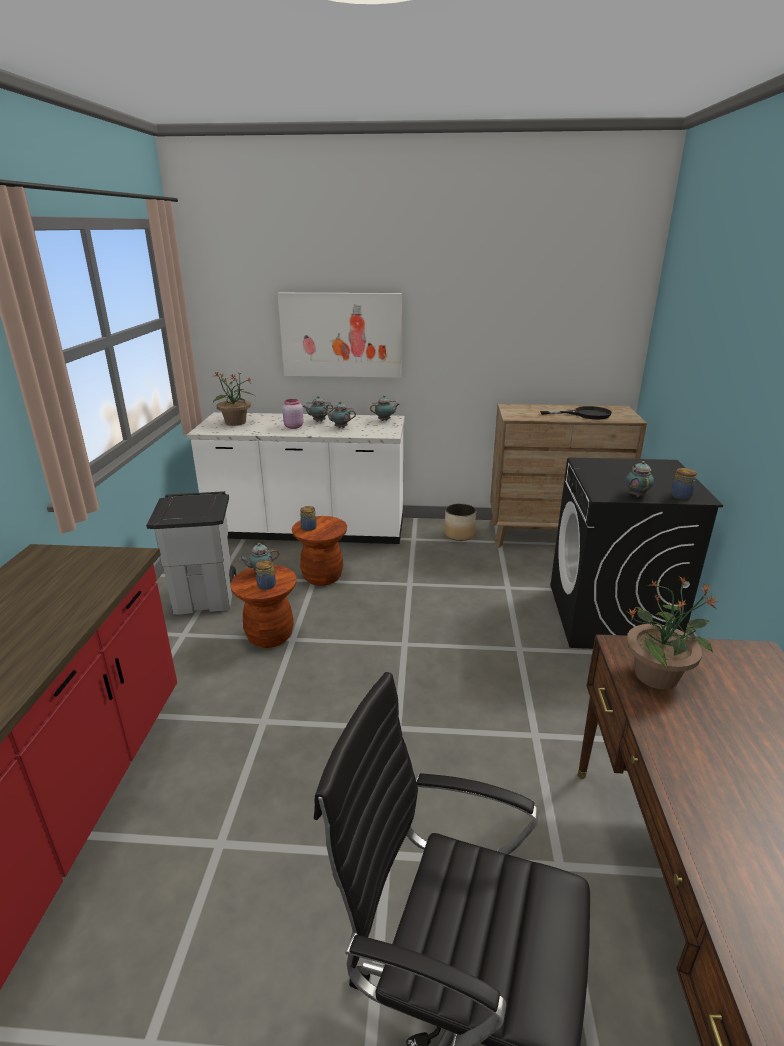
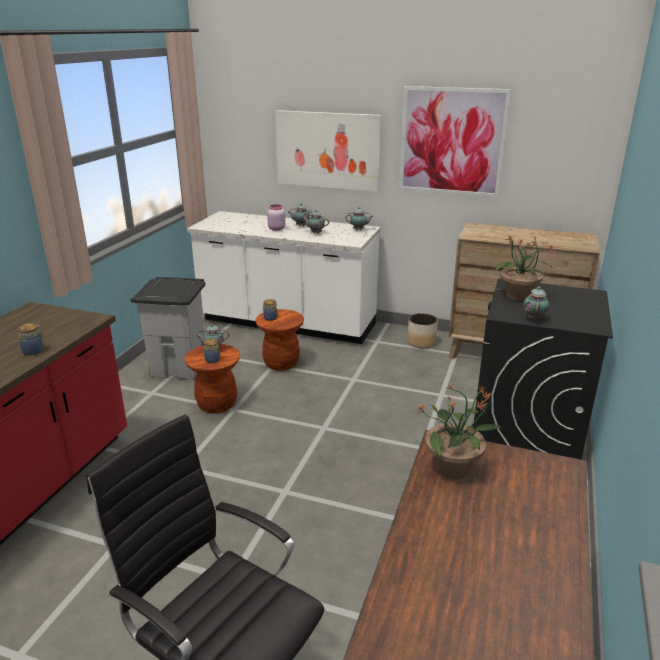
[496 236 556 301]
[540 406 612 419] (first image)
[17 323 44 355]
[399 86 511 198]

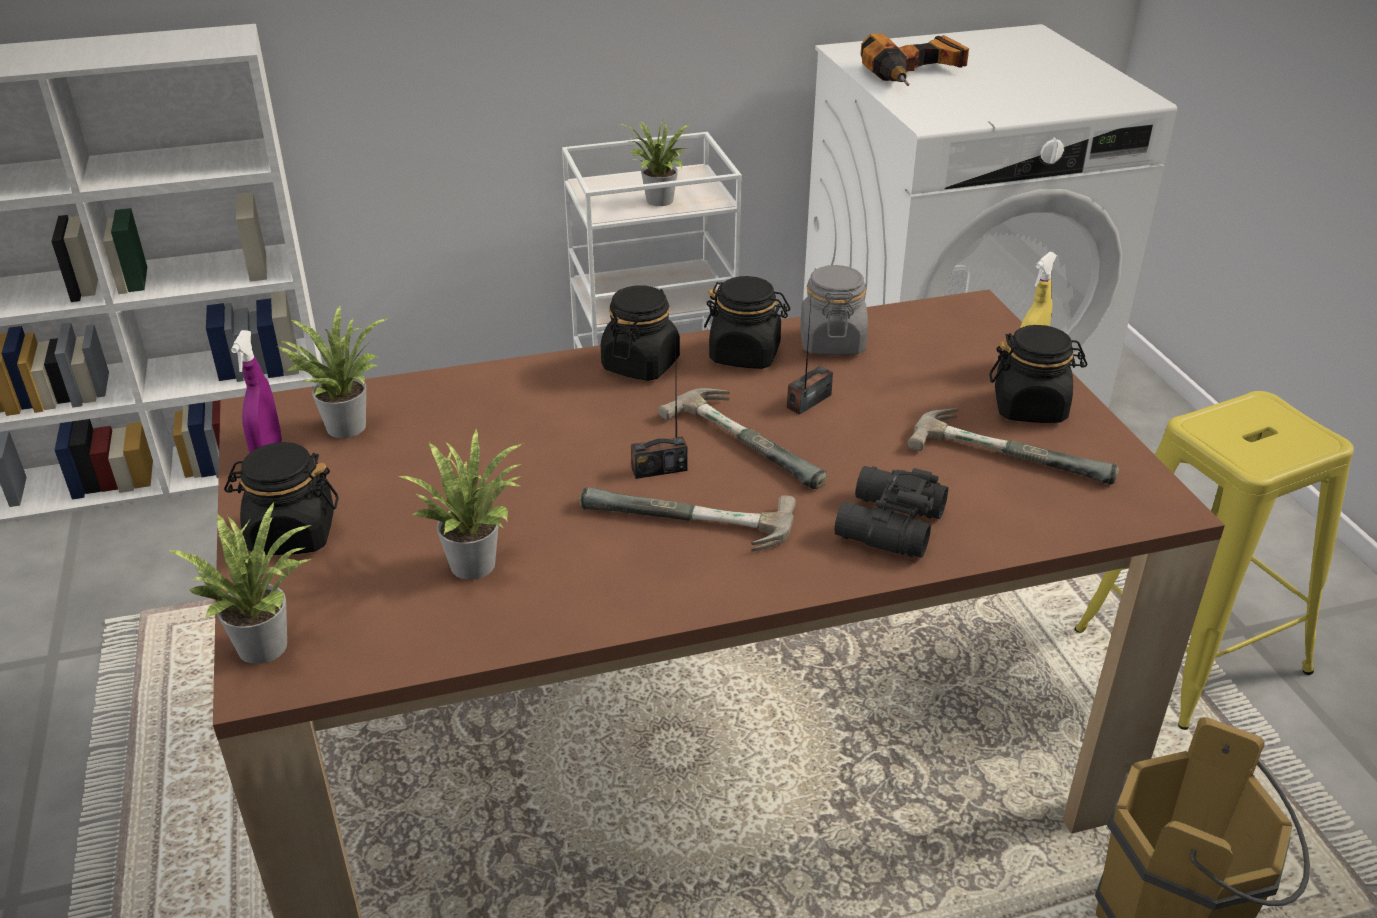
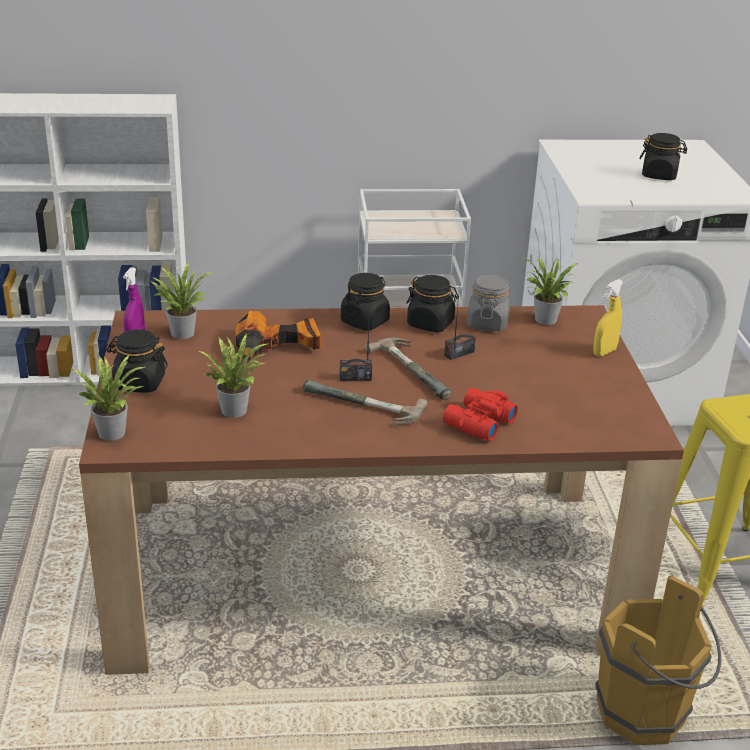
[521 257 578 325]
[443 388 518 441]
[235 311 321 367]
[908 409 1119 485] (first image)
[640 133 687 180]

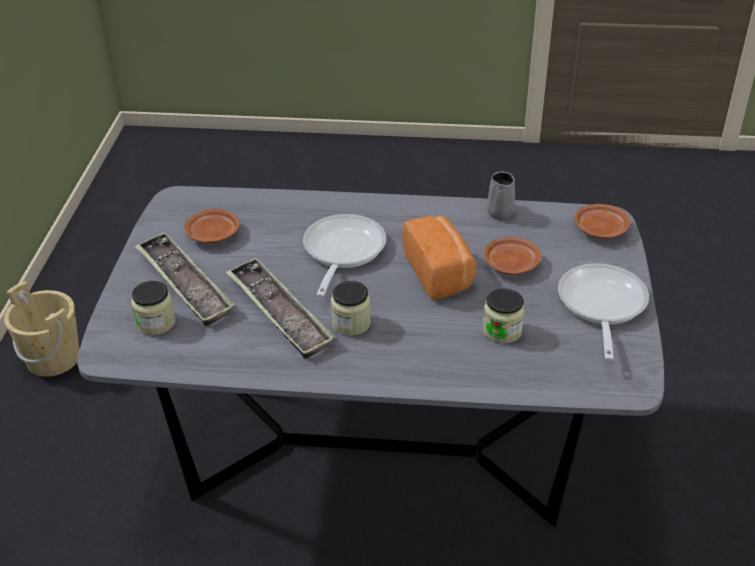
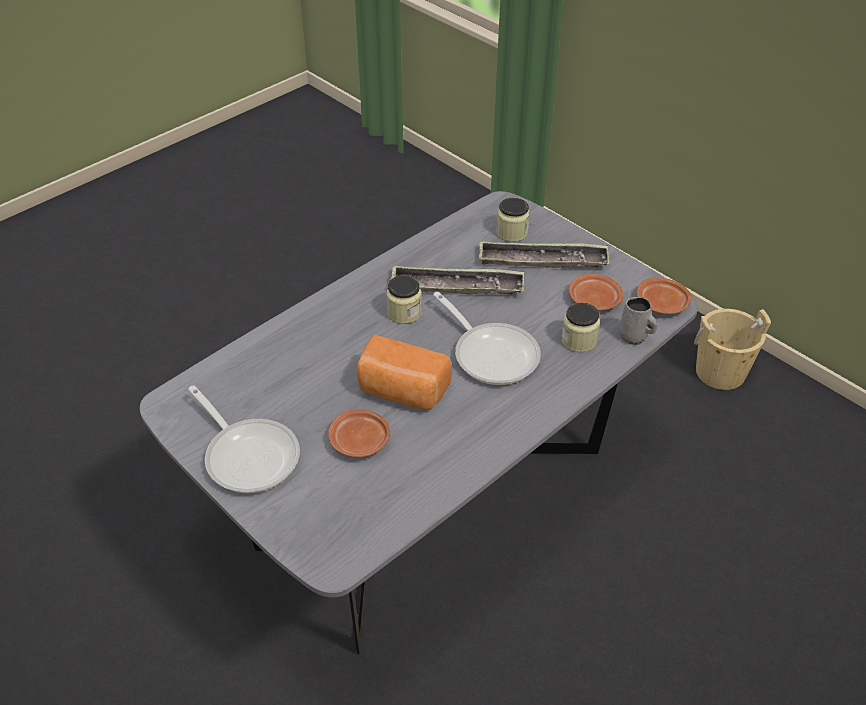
[561 303 600 352]
[619 297 658 345]
[637 278 691 314]

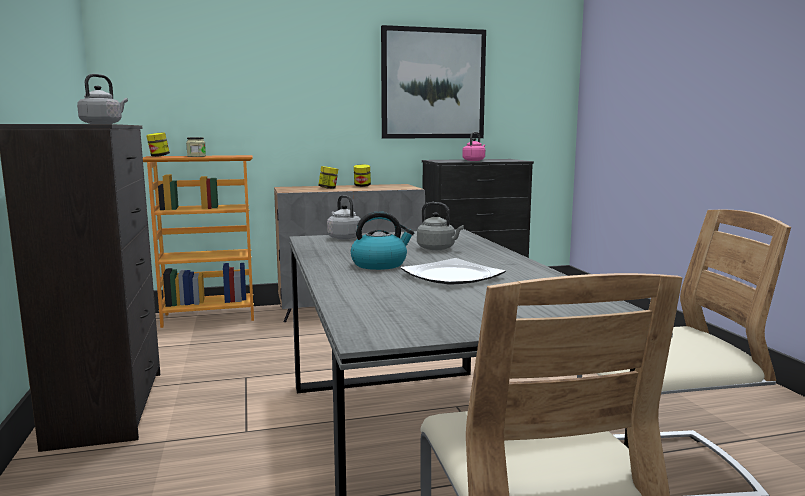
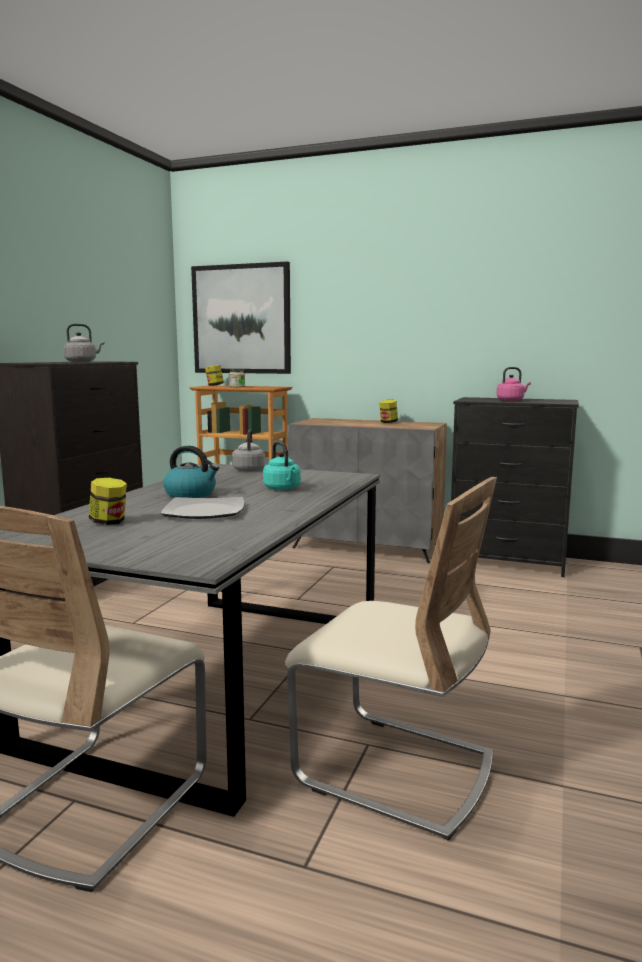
[89 478 127 525]
[191 261 291 374]
[263 441 301 490]

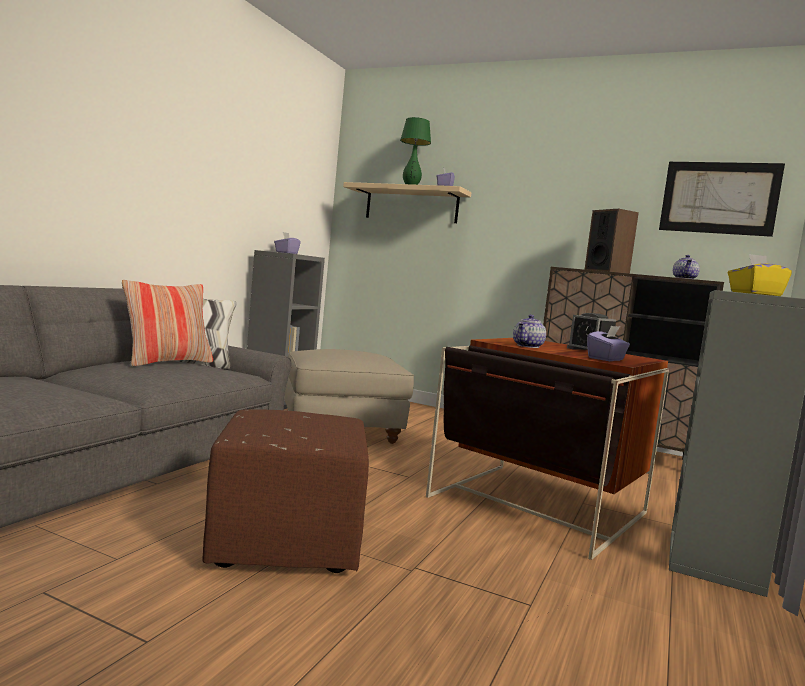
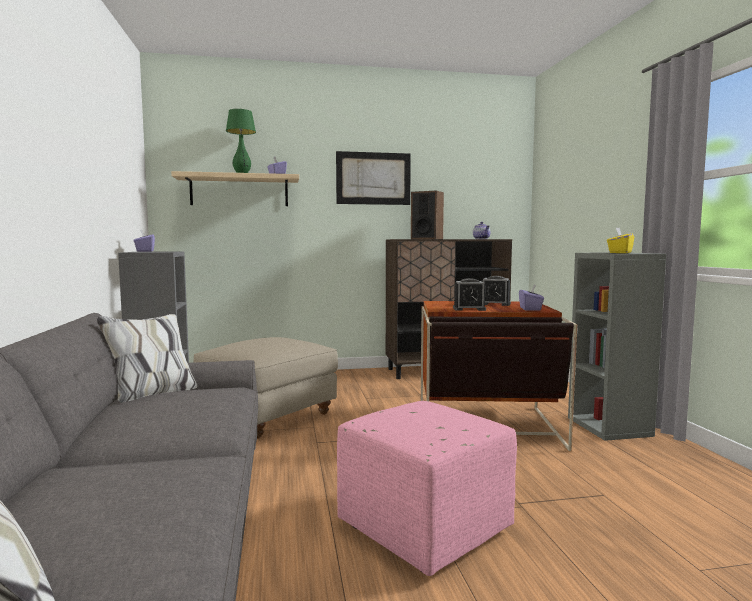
[122 280 213 367] (first image)
[337 401 517 576]
[453 278 486 311]
[336 151 411 205]

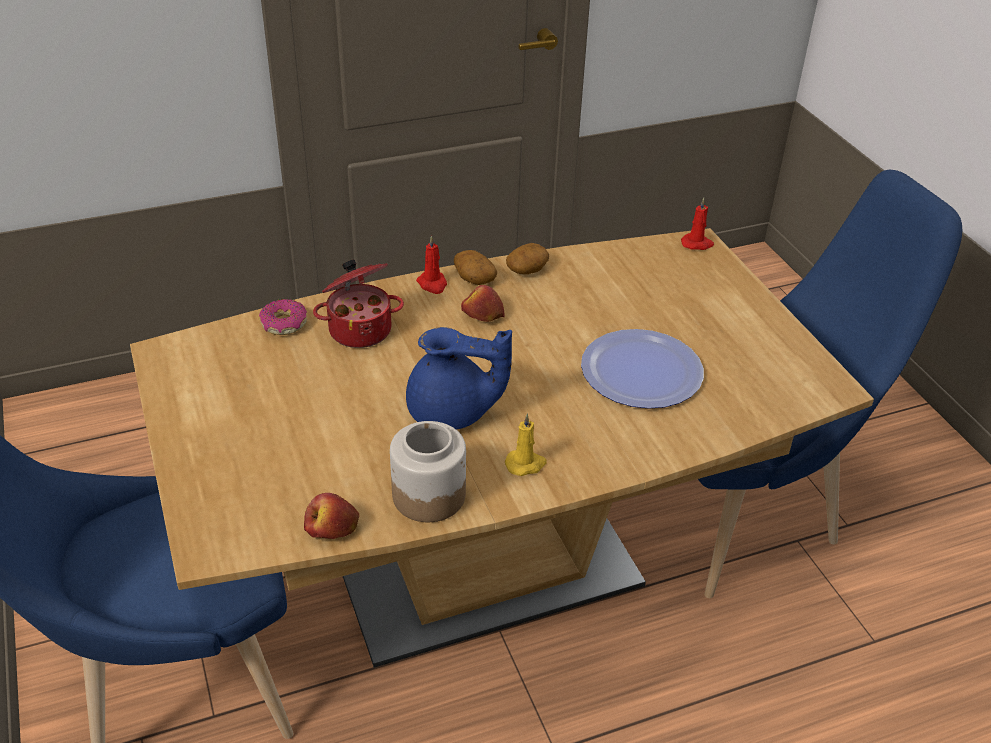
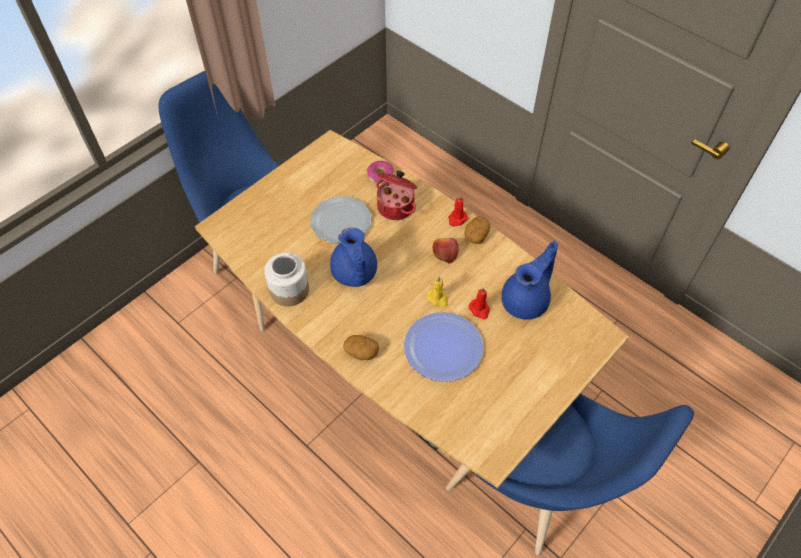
[304 493 359 539] (first image)
[427 276 448 307]
[343 335 379 360]
[469 288 490 319]
[310 196 371 243]
[501 241 558 320]

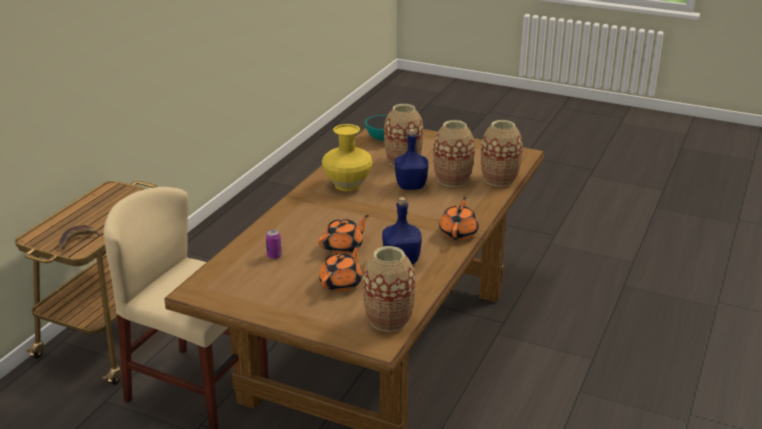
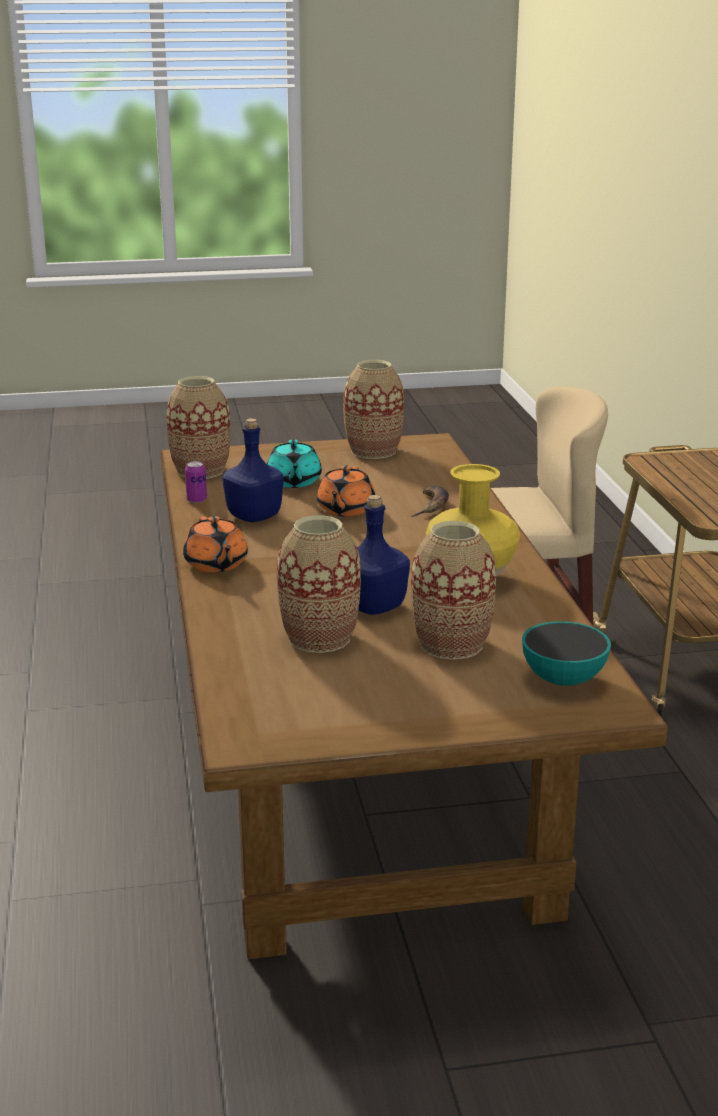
[412 486 449 517]
[185 461 207 503]
[267 439 322 488]
[343 360 404 459]

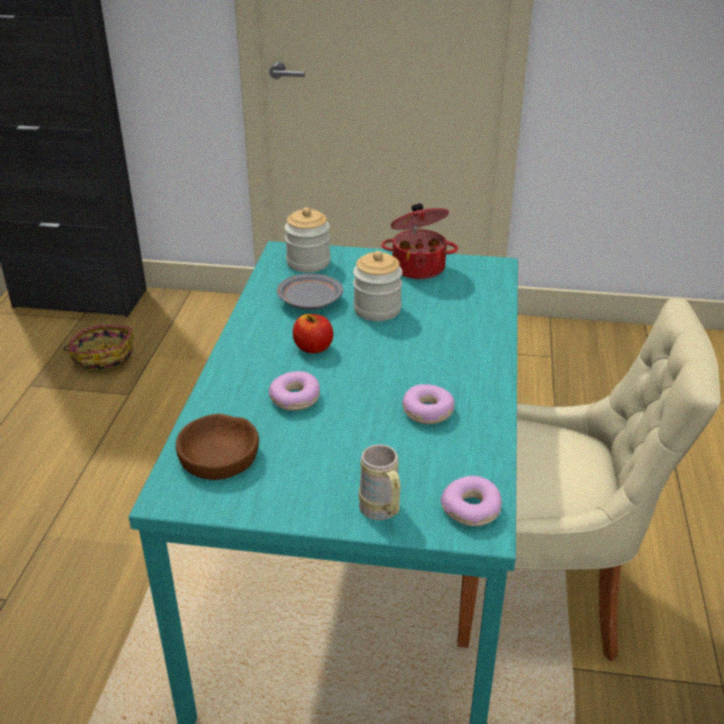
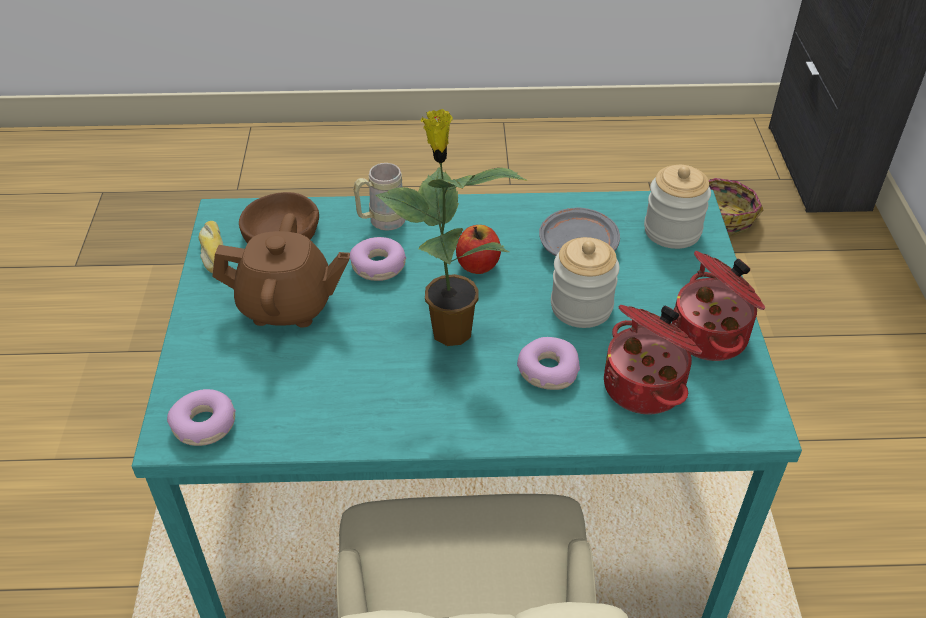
[353 163 405 231]
[517 337 580 390]
[199 221 223 274]
[212 213 350 328]
[376 109 528 346]
[604 305 702 415]

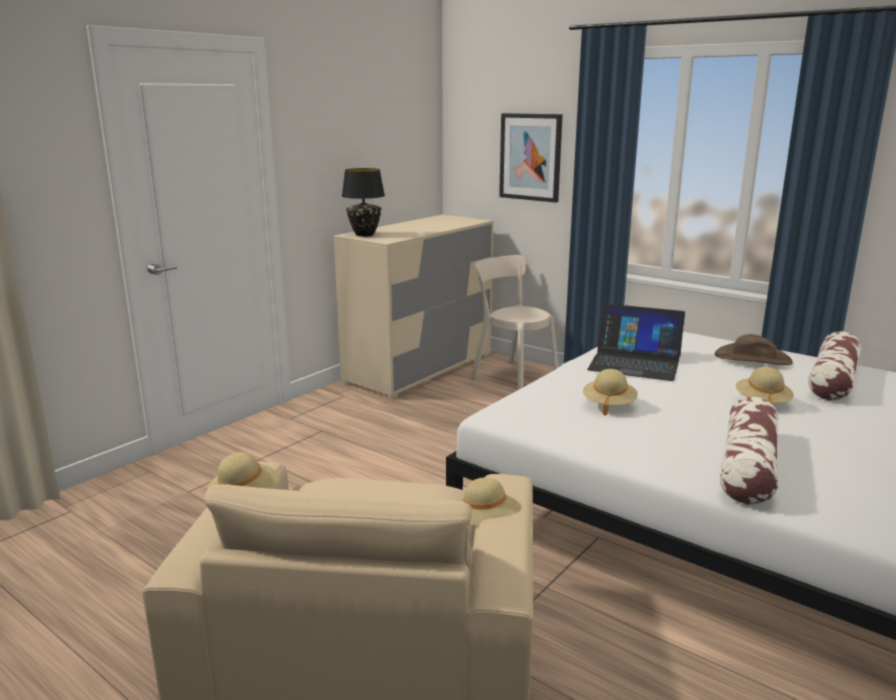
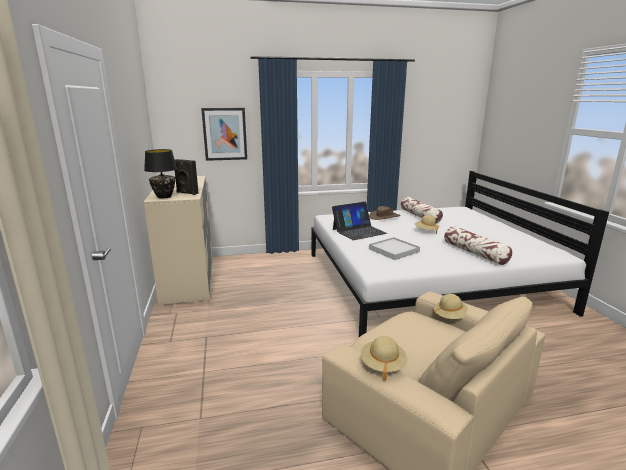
[471 255 559 390] (first image)
[369 237 420 260]
[175 159 198 195]

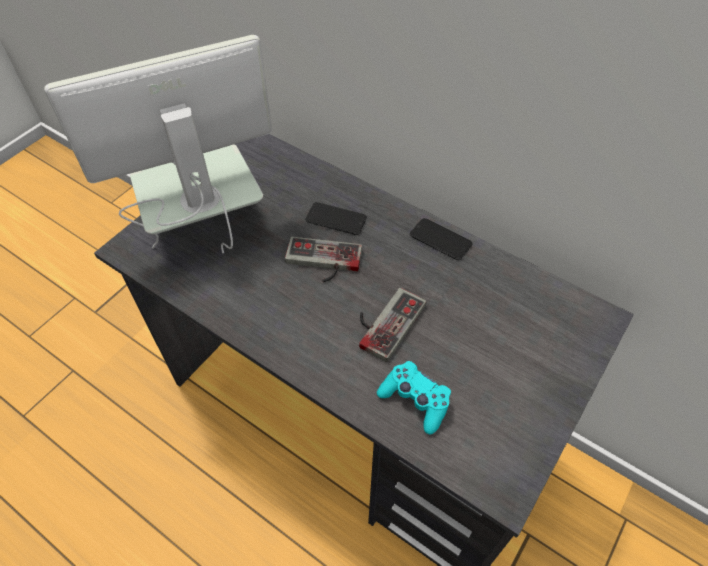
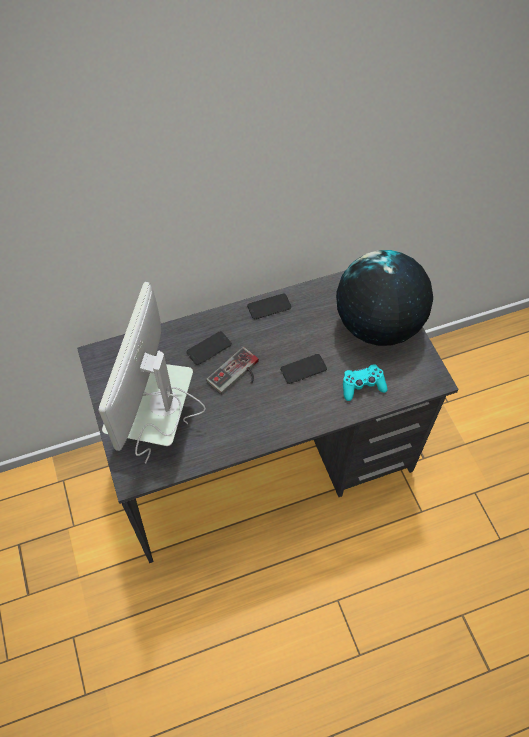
[280 354 327 384]
[336 250 433 346]

